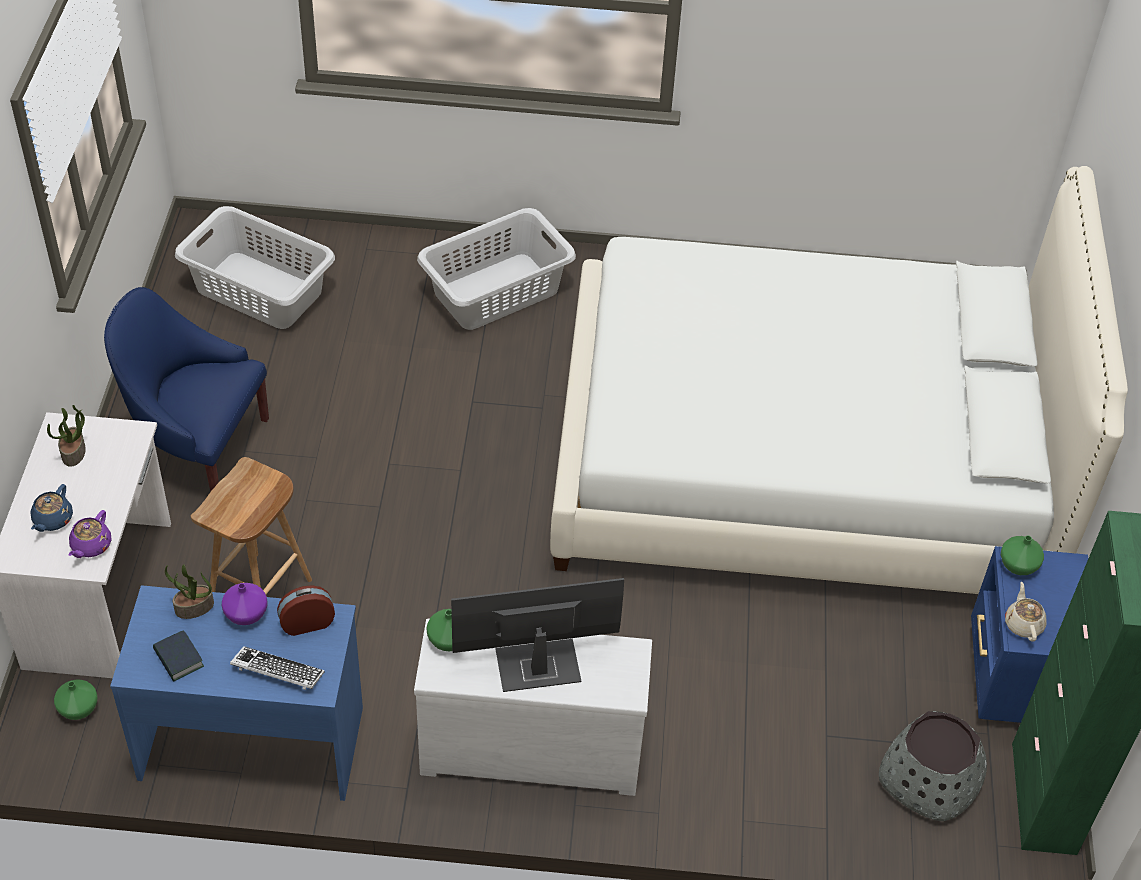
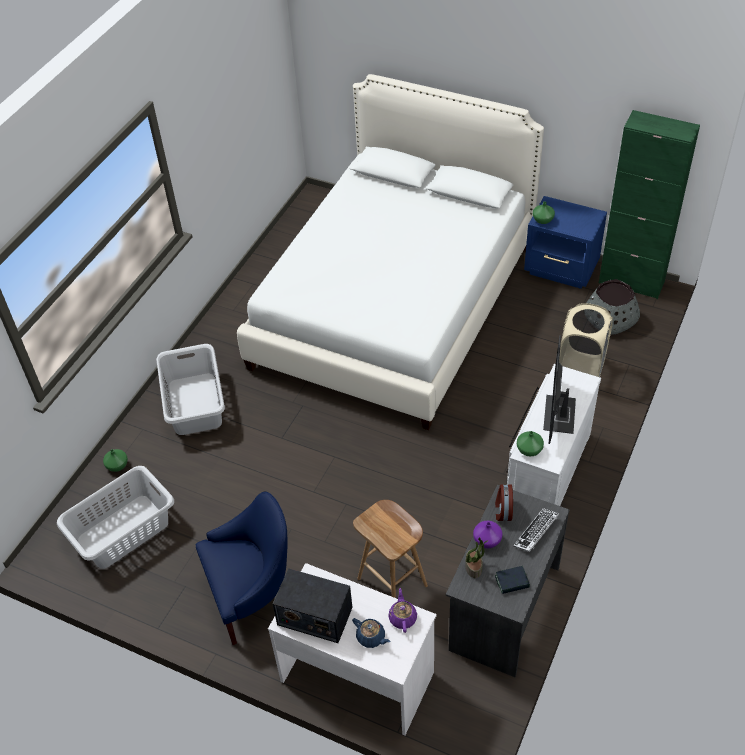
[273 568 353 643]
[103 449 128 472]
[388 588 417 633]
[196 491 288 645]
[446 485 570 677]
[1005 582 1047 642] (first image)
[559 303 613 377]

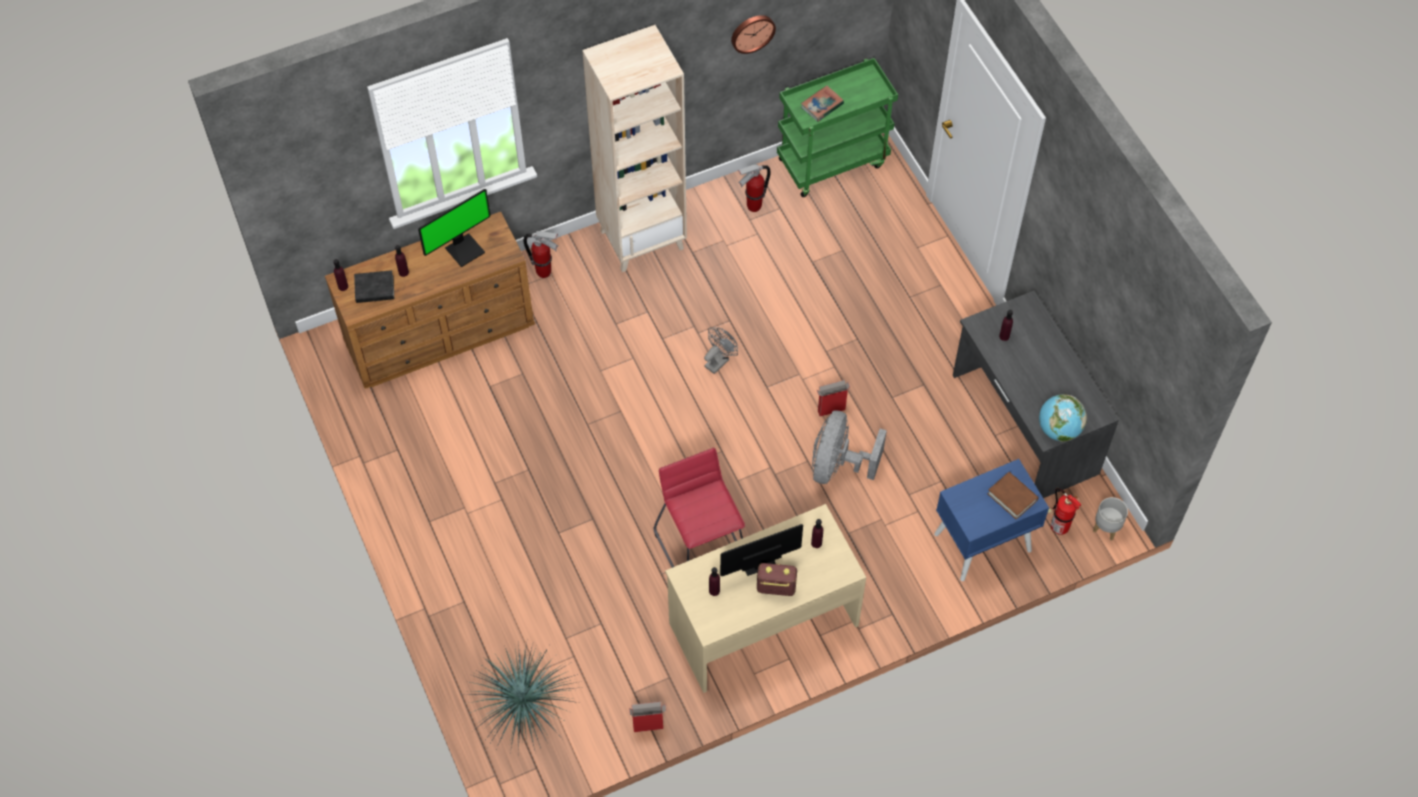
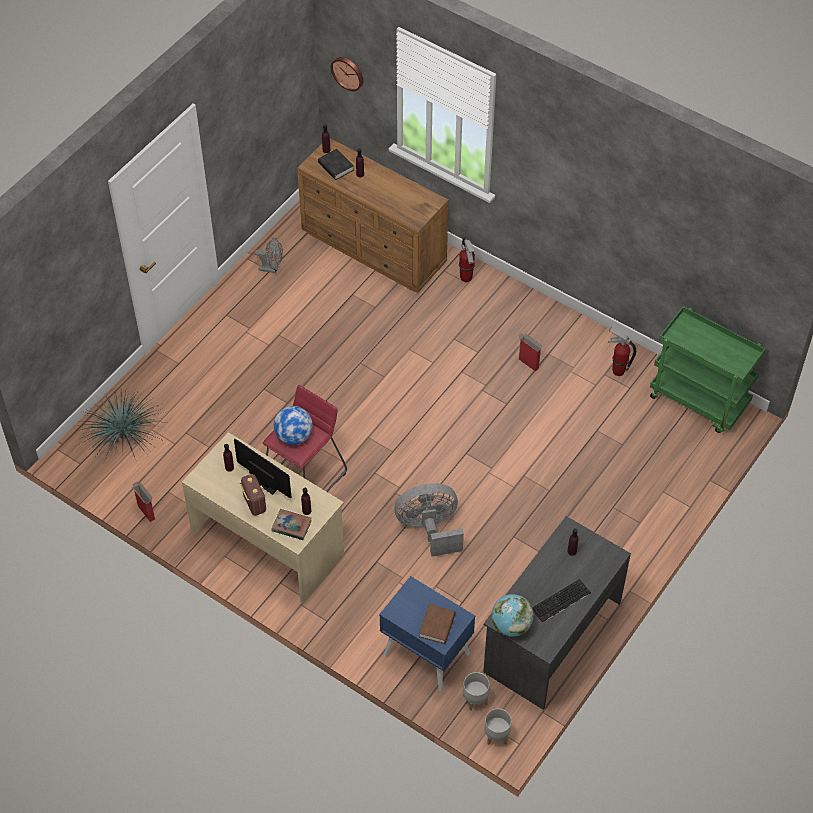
[418 189 491 267] (first image)
[582 25 687 272] (first image)
[254 238 283 273]
[331 57 363 91]
[271 509 312 540]
[519 333 543 371]
[463 672 490 711]
[274 406 313 445]
[532 579 591 623]

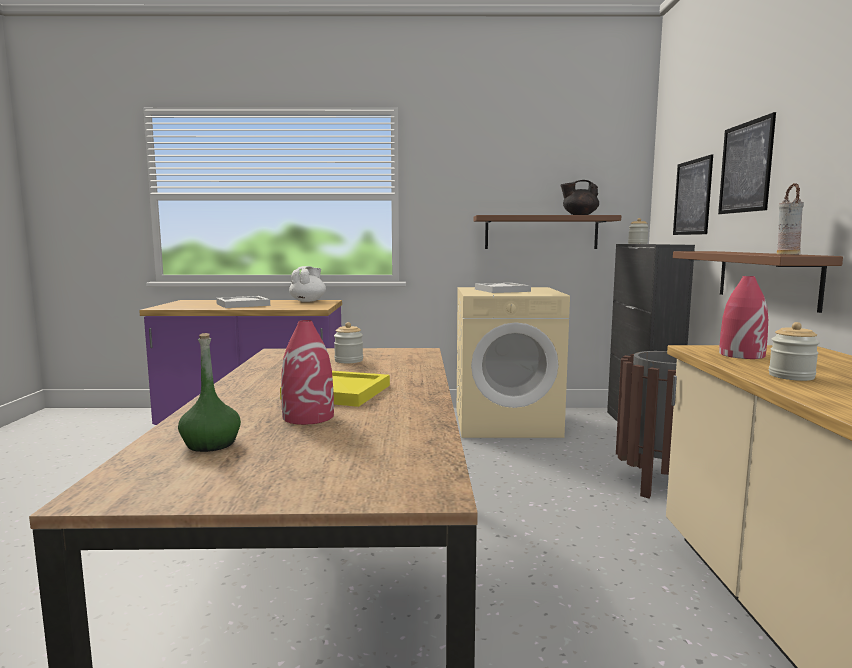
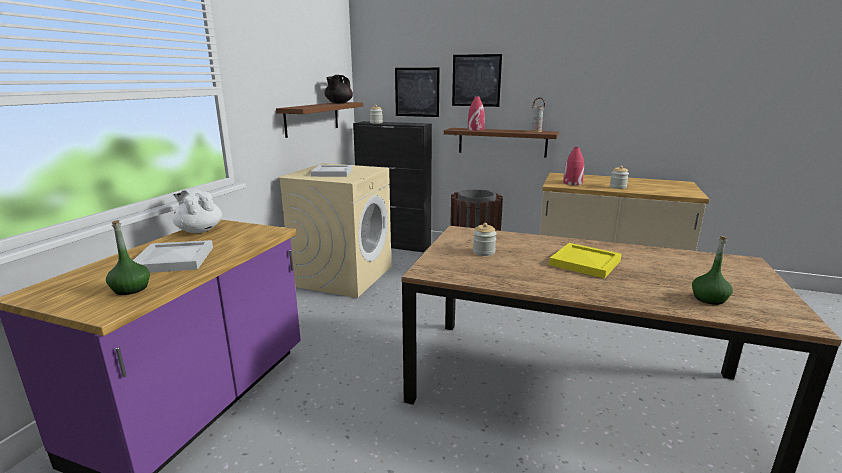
[468 96 485 131]
[106 220 150 295]

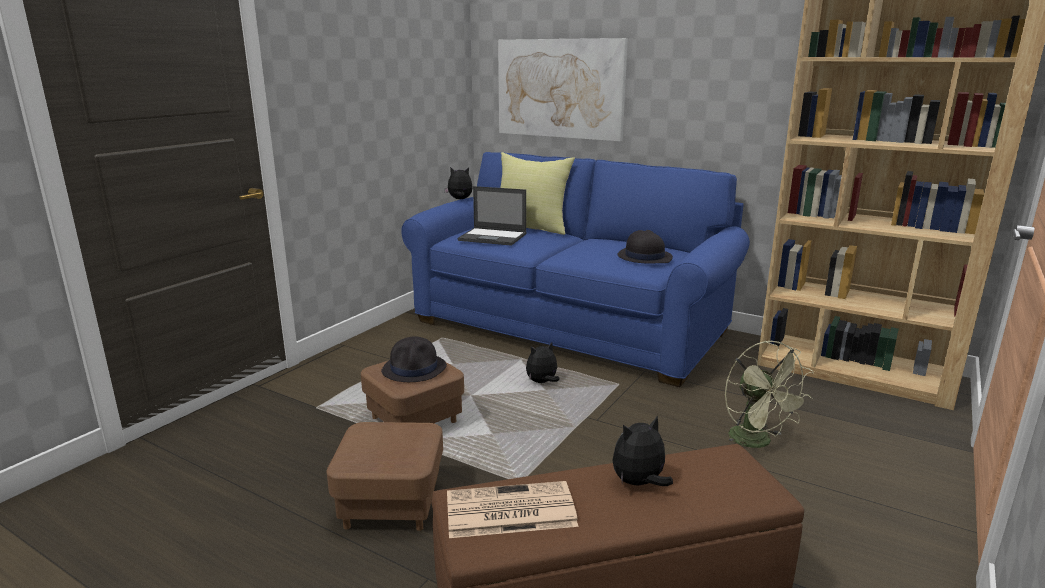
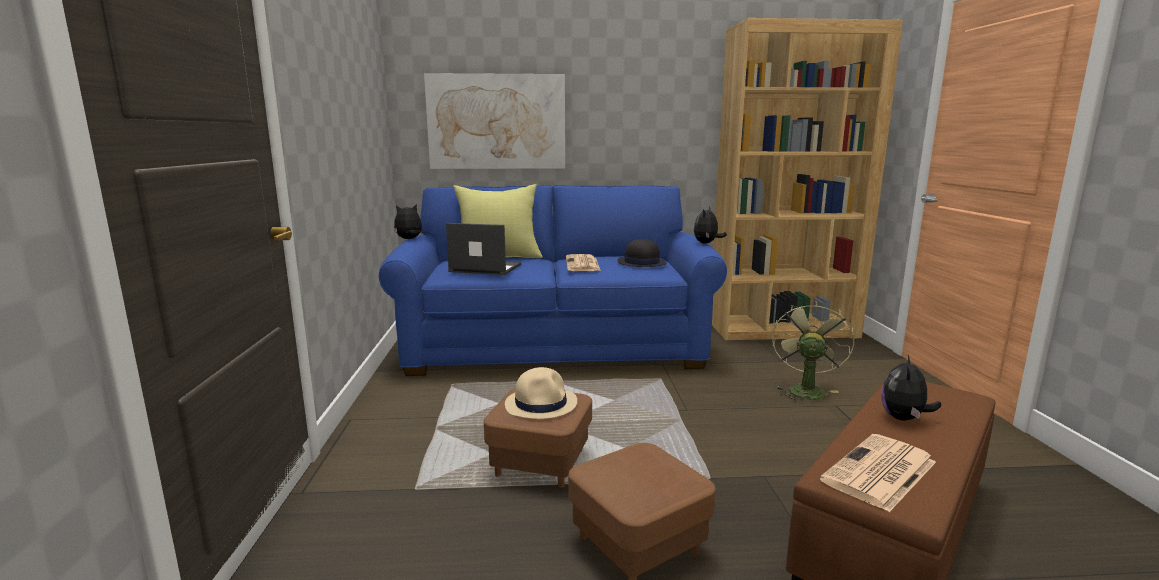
[505 367 577 419]
[446 223 521 275]
[694 207 727 243]
[772 300 854 403]
[566 254 601 271]

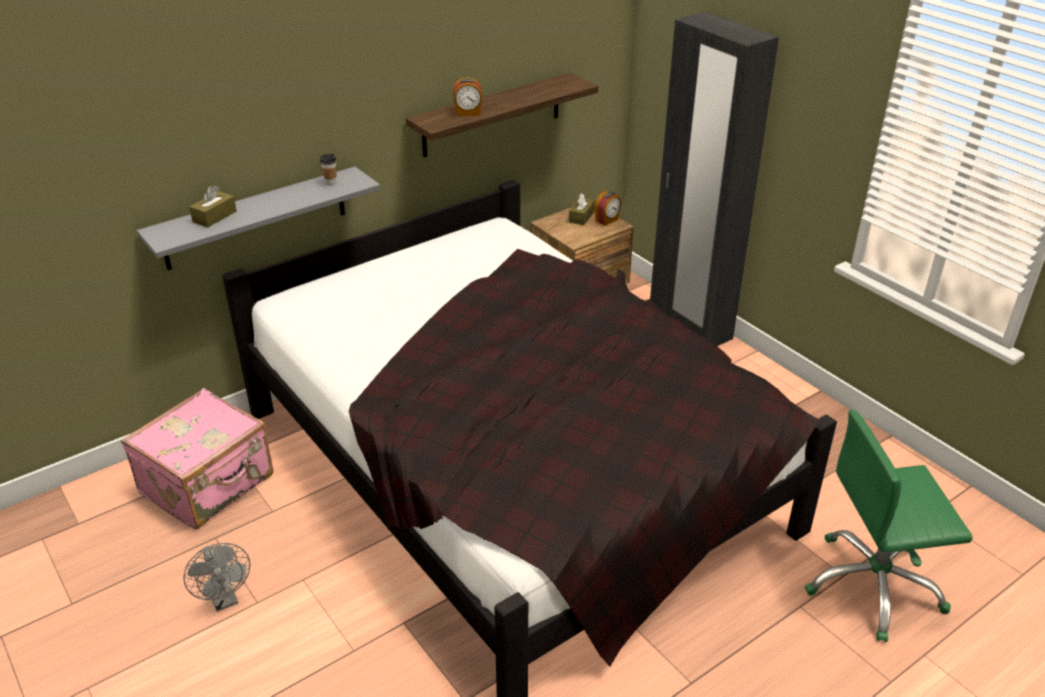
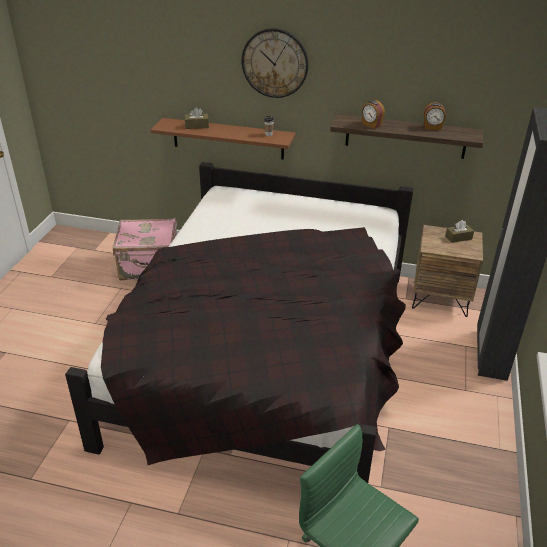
[151 118 296 160]
[183 543 250 612] (first image)
[424 102 446 130]
[242 28 309 98]

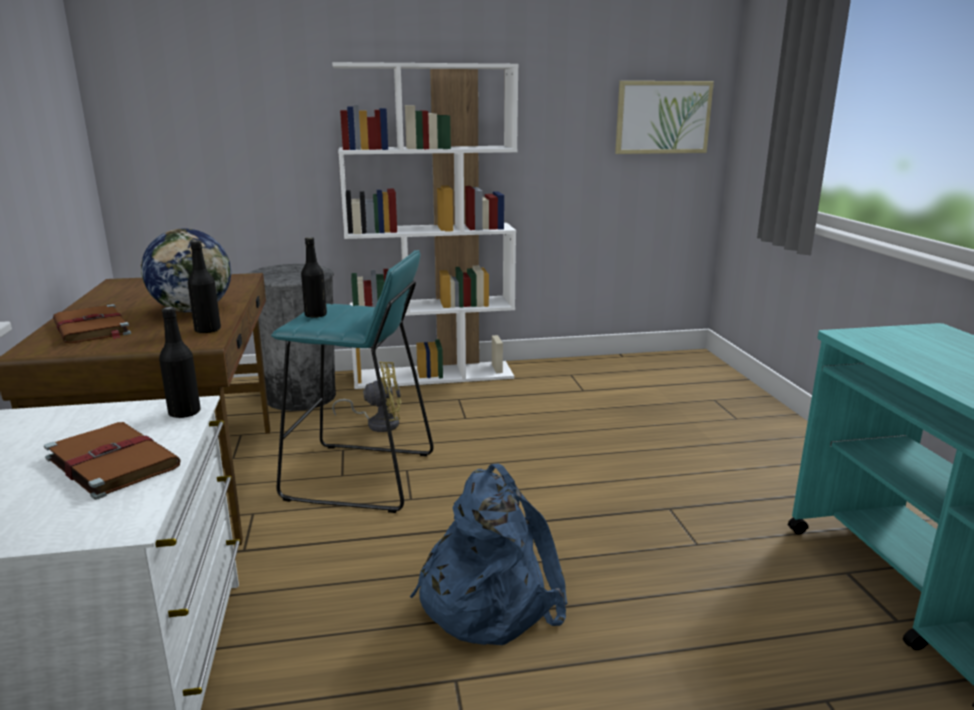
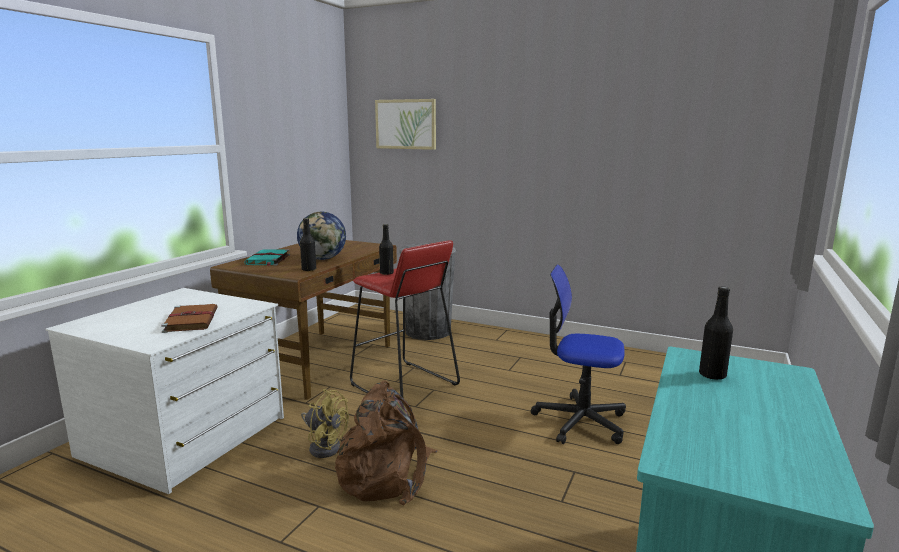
[244 249 290 266]
[699 287 733 380]
[350 240 460 405]
[332 62 519 389] (first image)
[301 389 349 458]
[335 380 438 506]
[375 99 436 150]
[531 265 626 444]

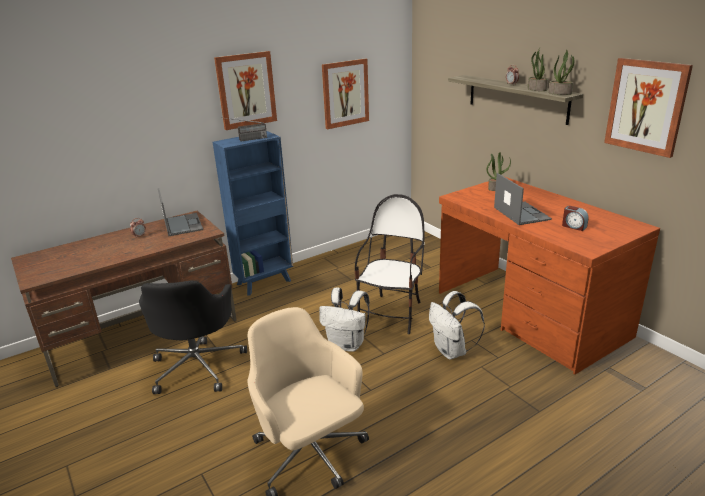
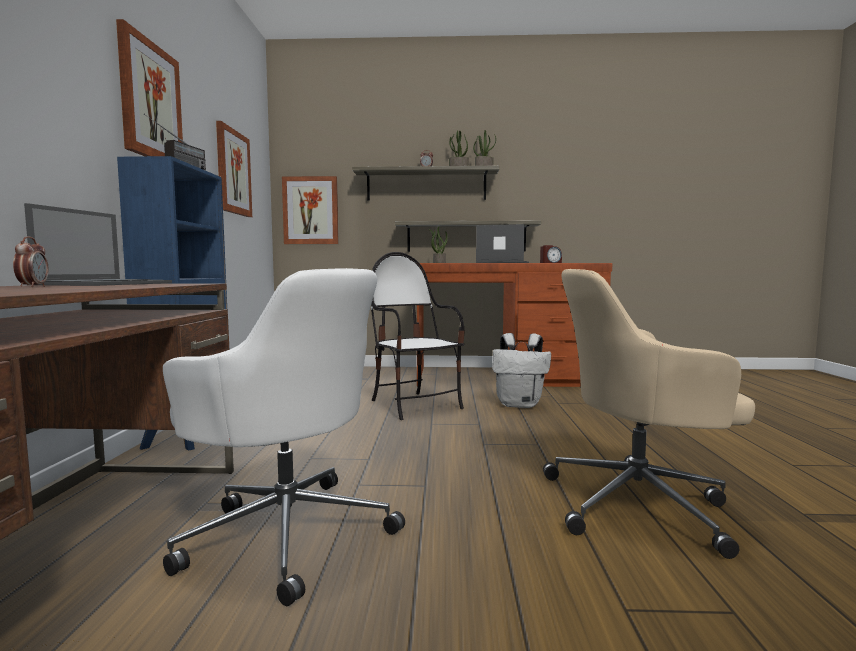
[163 268 405 606]
[24 203 172 286]
[319 287 370 352] (first image)
[282 176 339 244]
[395 221 541 252]

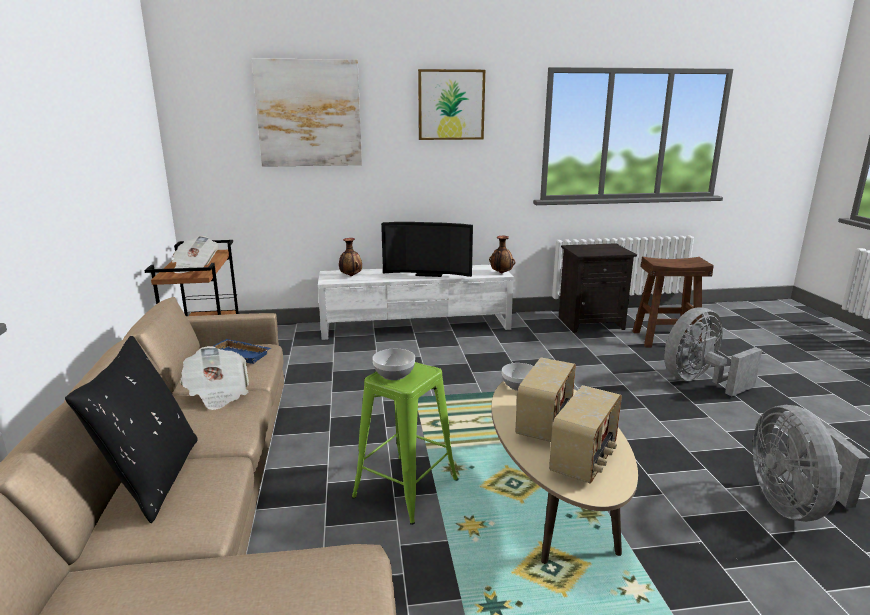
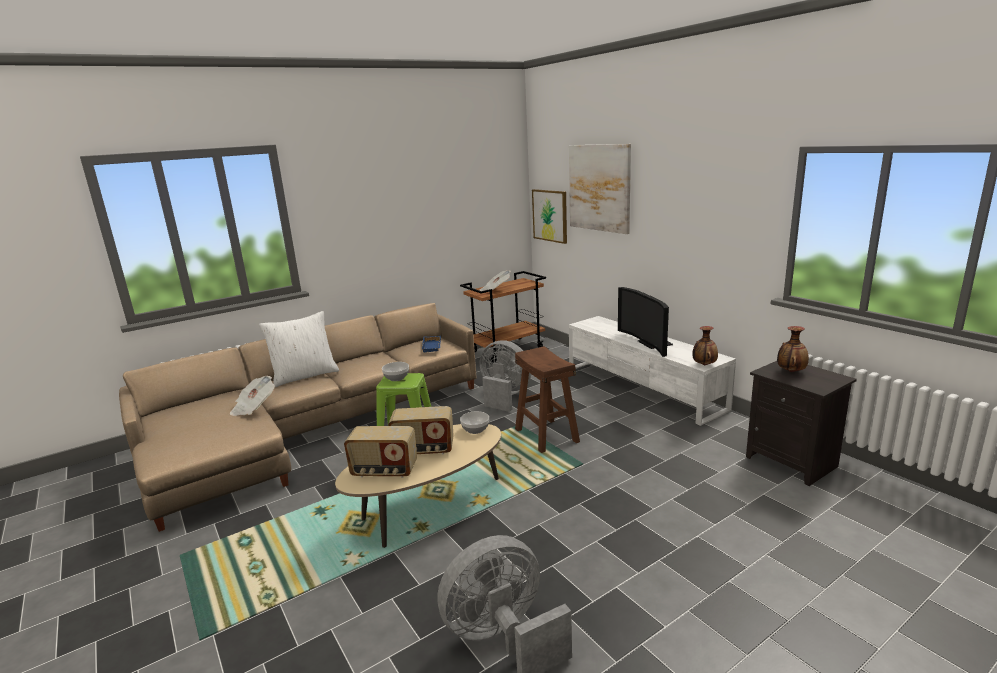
[259 311 339 387]
[230 376 275 416]
[777 326 809 372]
[532 189 567 244]
[515 346 580 453]
[480 340 531 412]

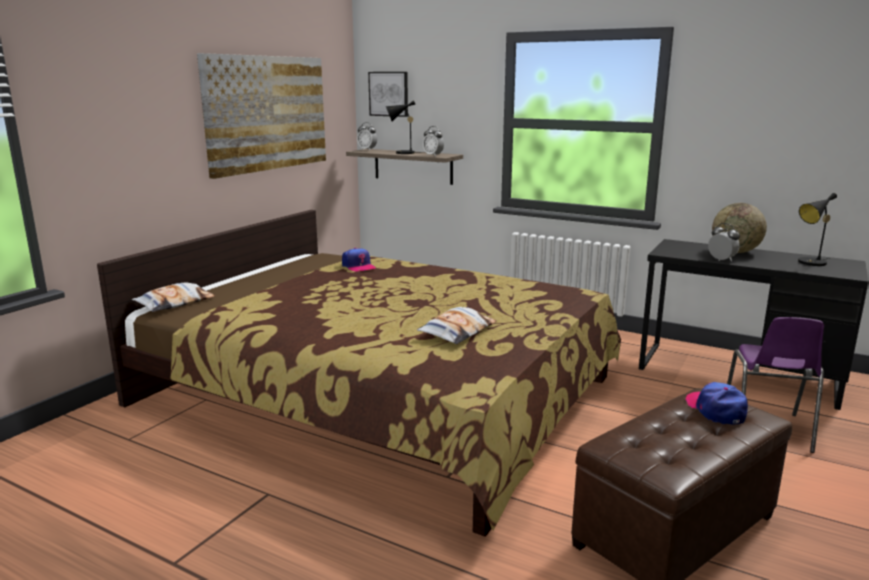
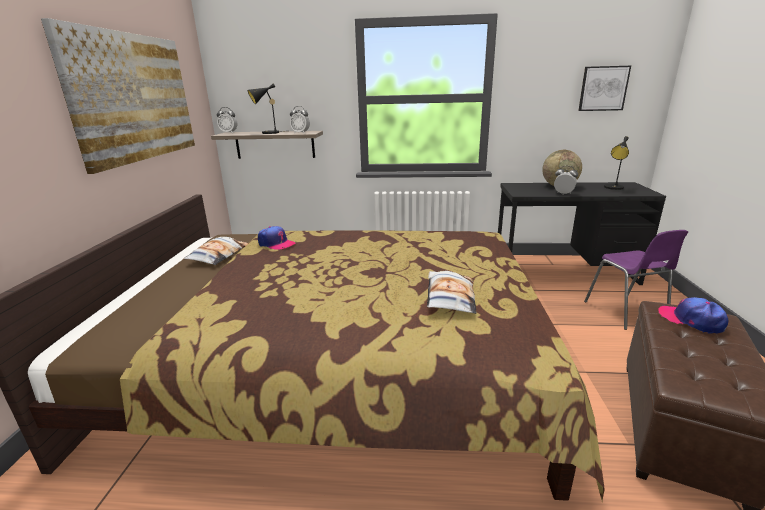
[184 237 249 265]
[578 66 631 111]

